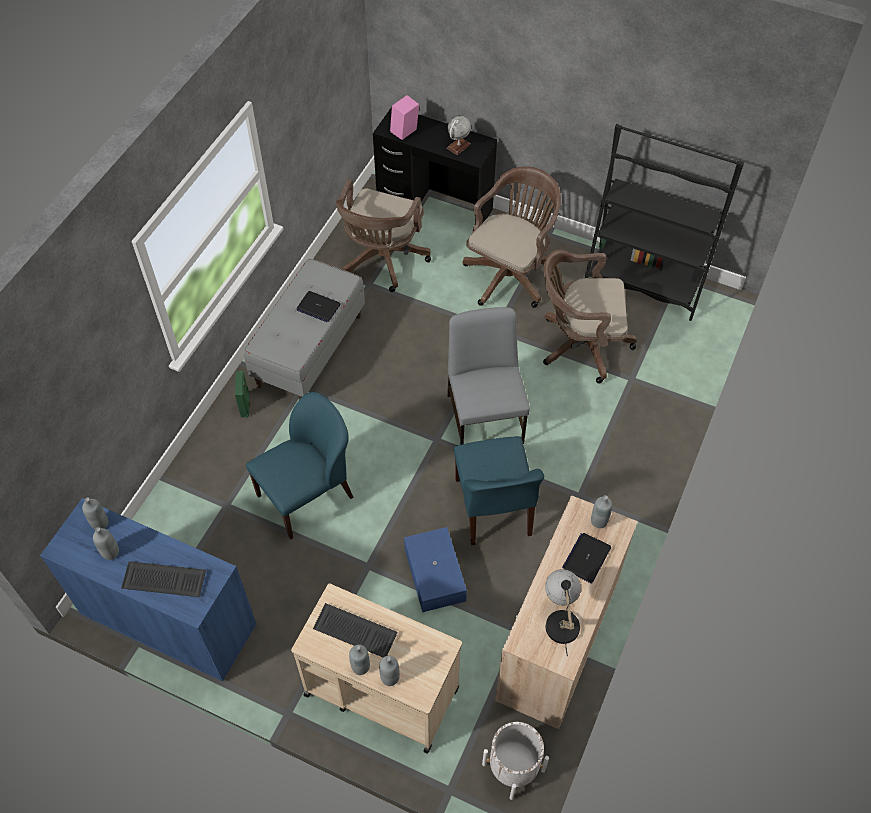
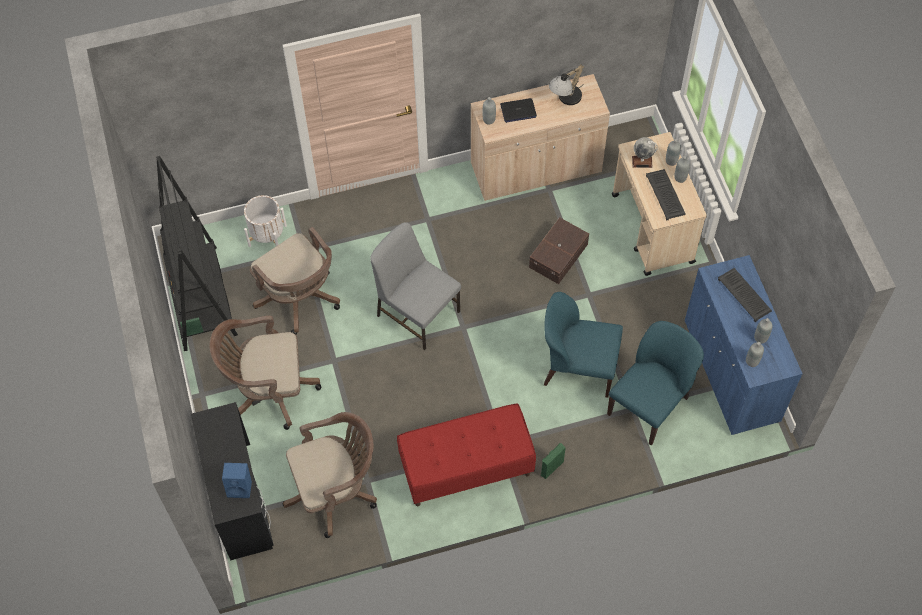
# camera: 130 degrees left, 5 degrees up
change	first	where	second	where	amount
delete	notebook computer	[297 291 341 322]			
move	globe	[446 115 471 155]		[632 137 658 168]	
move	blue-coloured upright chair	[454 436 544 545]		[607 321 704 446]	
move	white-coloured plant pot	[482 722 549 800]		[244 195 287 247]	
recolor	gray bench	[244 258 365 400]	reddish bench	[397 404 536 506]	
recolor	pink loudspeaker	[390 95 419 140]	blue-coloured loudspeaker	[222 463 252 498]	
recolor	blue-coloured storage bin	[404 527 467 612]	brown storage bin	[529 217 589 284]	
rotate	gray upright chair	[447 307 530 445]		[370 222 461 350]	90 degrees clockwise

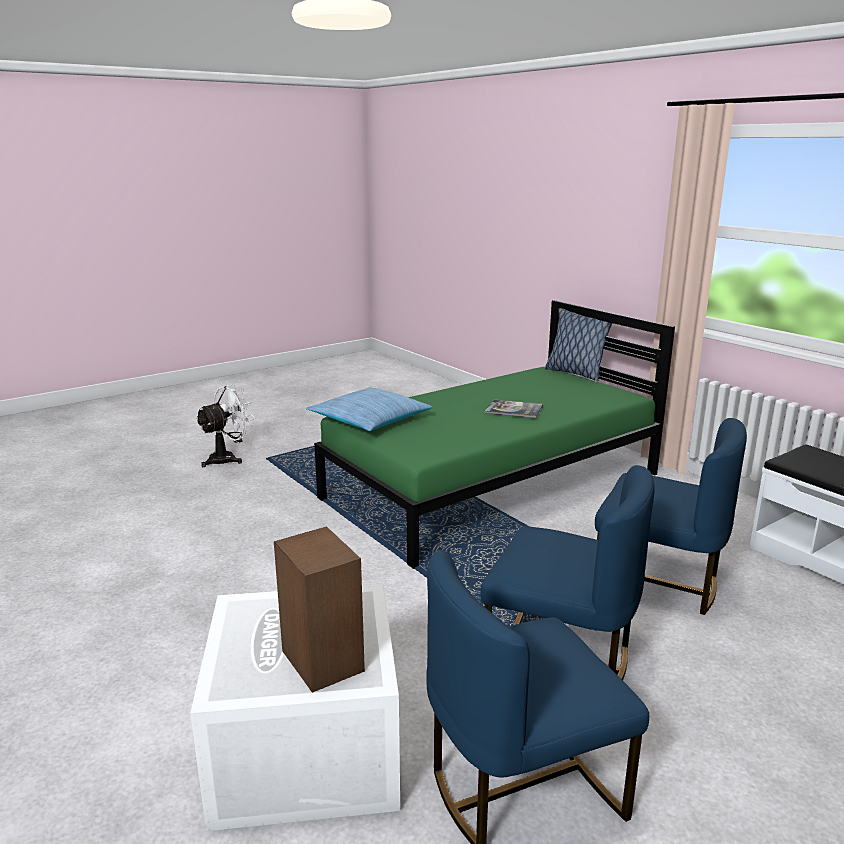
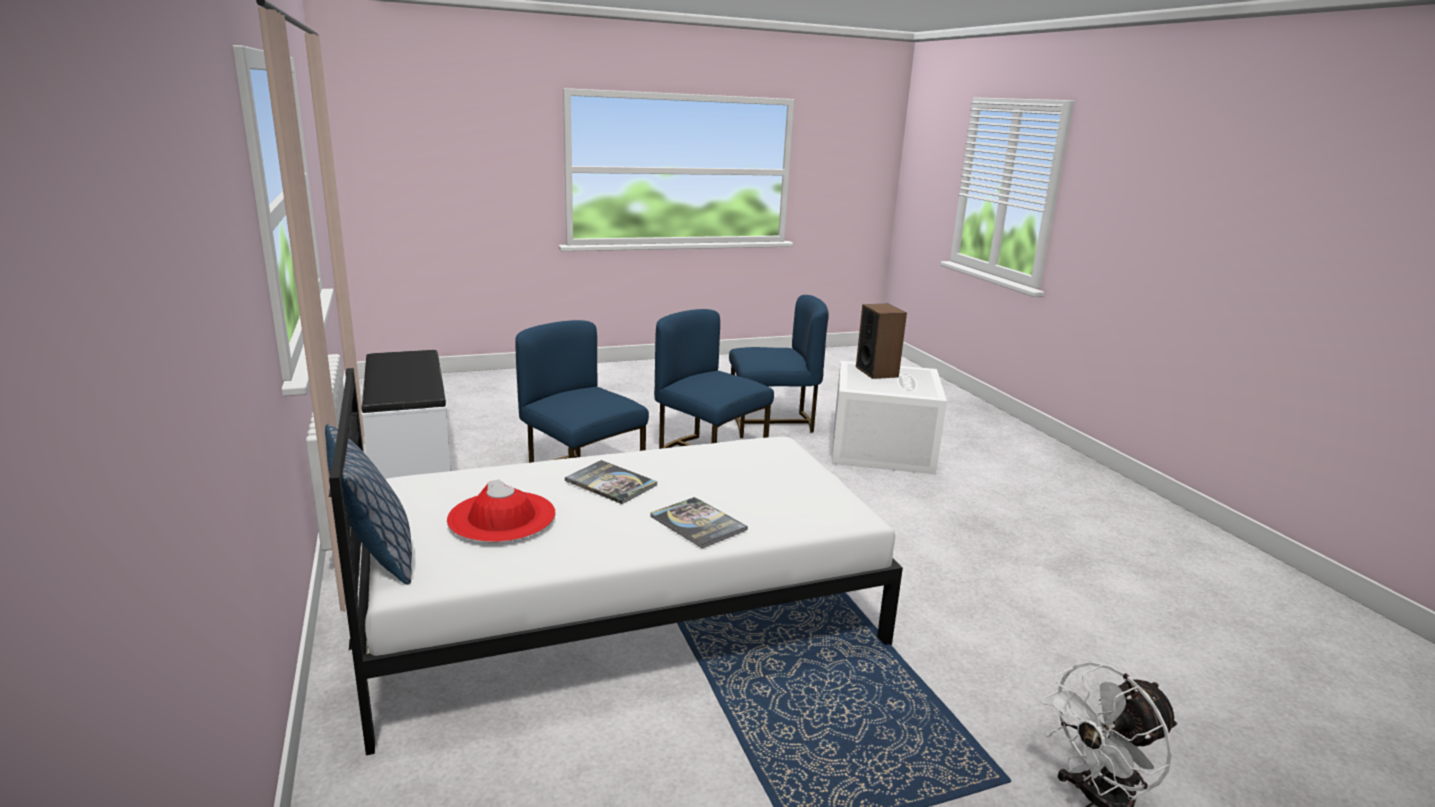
# camera: 165 degrees left, 0 degrees up
change	first	where	second	where	amount
delete	throw pillow	[306 387 432 431]			
insert			reddish wearable hat	[447 480 556 542]	
insert			bound book	[650 497 748 548]	
recolor	green-coloured bed	[314 300 675 569]	white-coloured bed	[329 368 903 755]	

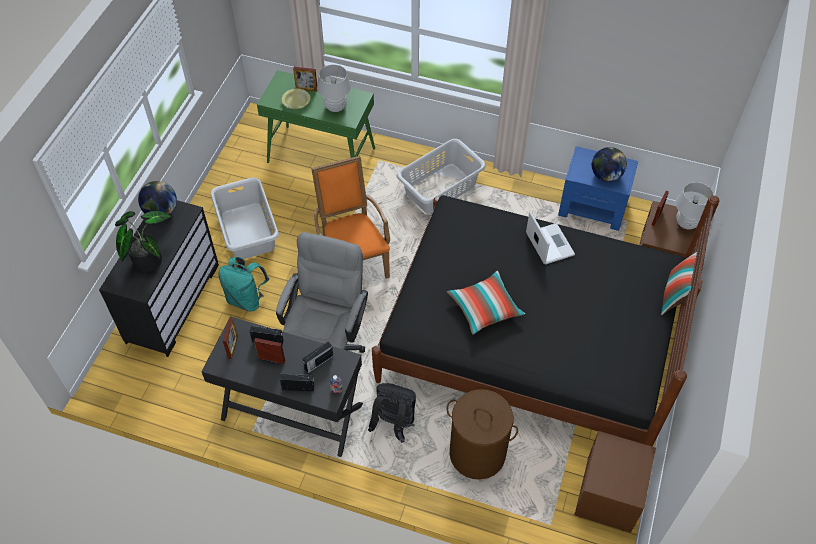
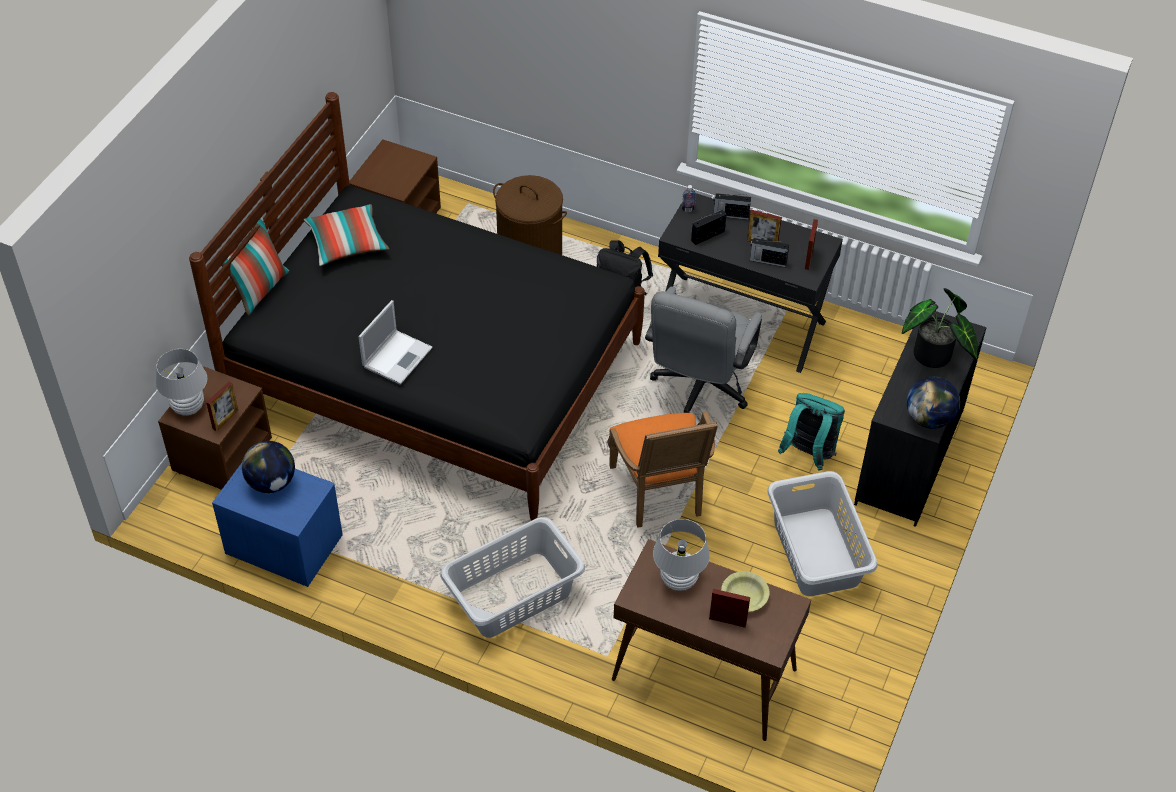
# camera: 175 degrees left, 5 degrees down
change	first	where	second	where	amount
move	throw pillow	[447 271 525 335]		[304 204 389 266]	
recolor	green-coloured narrow table	[257 70 375 163]	brown narrow table	[612 539 811 741]	
rotate	notebook computer	[526 212 575 265]		[358 300 433 385]	135 degrees counterclockwise

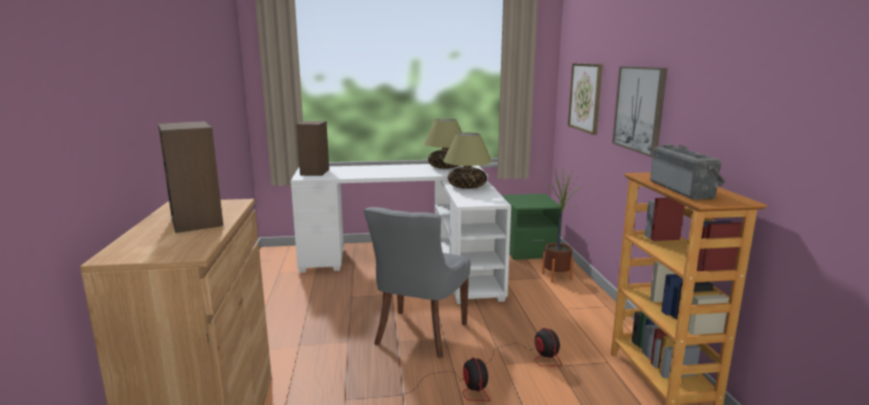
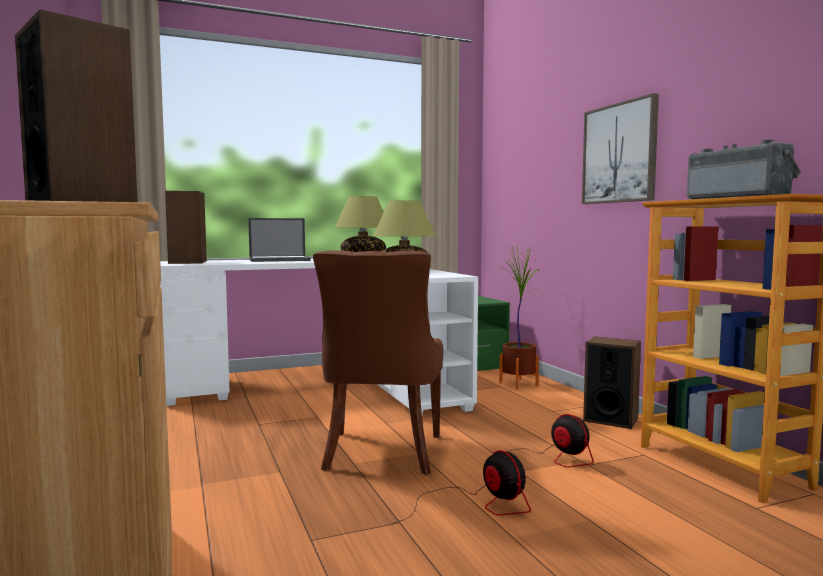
# camera: 15 degrees left, 10 degrees down
change	first	where	second	where	amount
delete	picture	[568 63 603 135]			
insert			notebook computer	[248 218 311 262]	
insert			loudspeaker	[583 337 641 429]	
recolor	gray upright chair	[364 207 470 358]	brown upright chair	[313 250 443 475]	

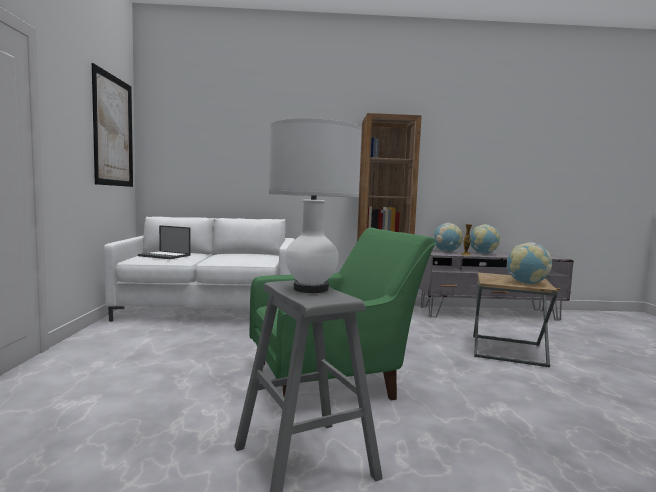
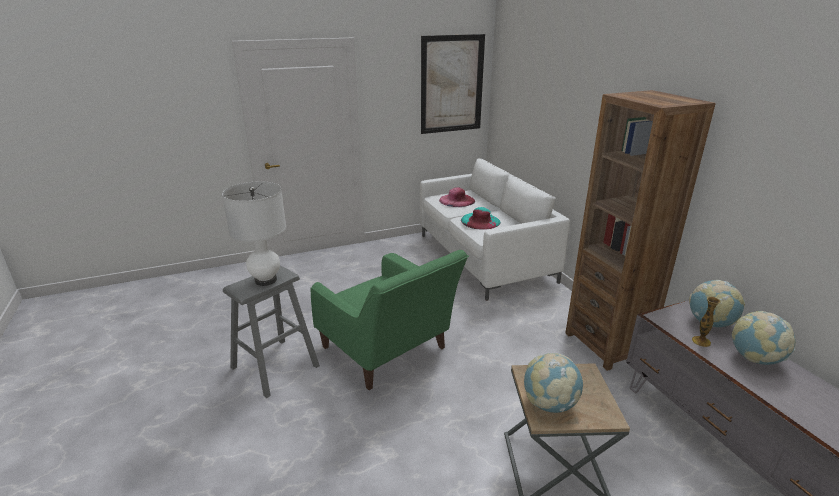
# camera: 70 degrees right, 20 degrees up
change	first	where	second	where	amount
insert			turquoise wearable hat	[461 207 501 230]	
replace	notebook computer	[138 225 191 259]	pink wearable hat	[439 187 475 207]	

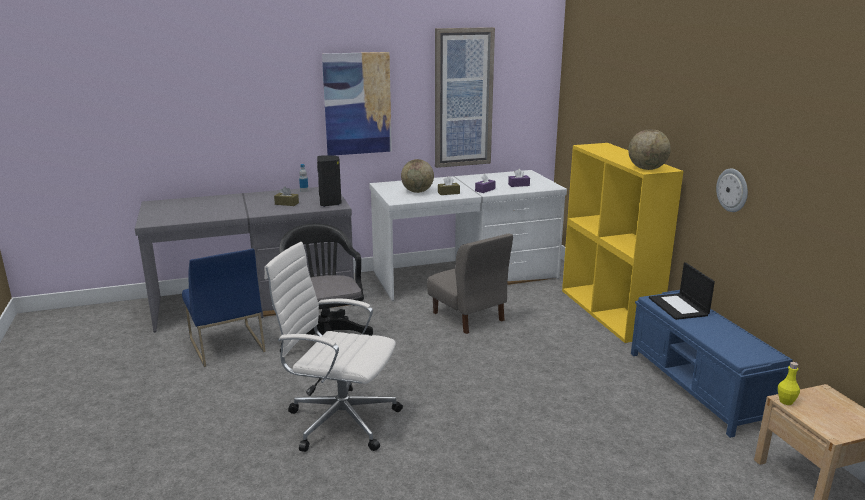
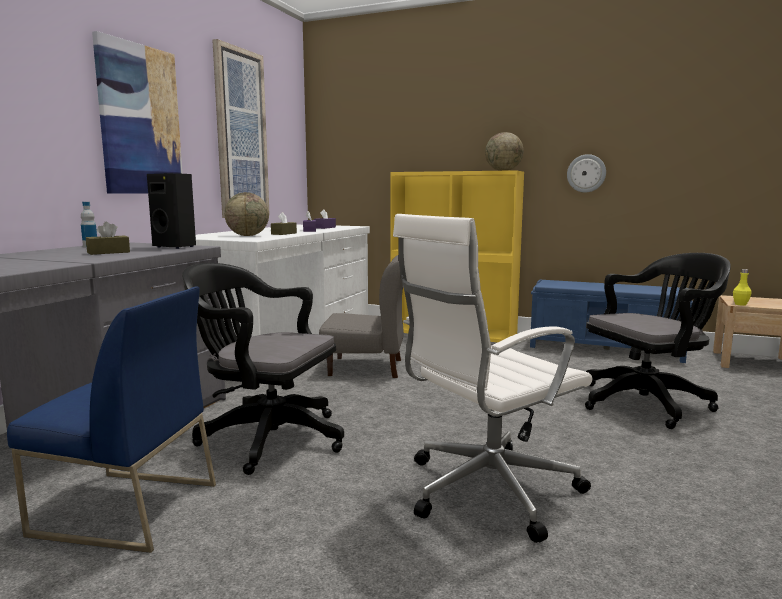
# camera: 50 degrees left, 10 degrees down
change	first	where	second	where	amount
delete	notebook computer	[649 262 715 320]			
insert			black-coloured office chair	[585 253 731 429]	

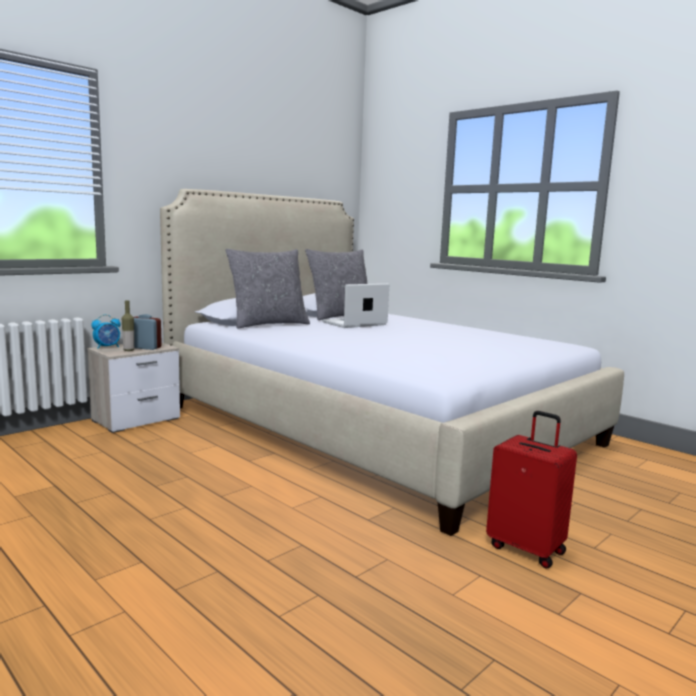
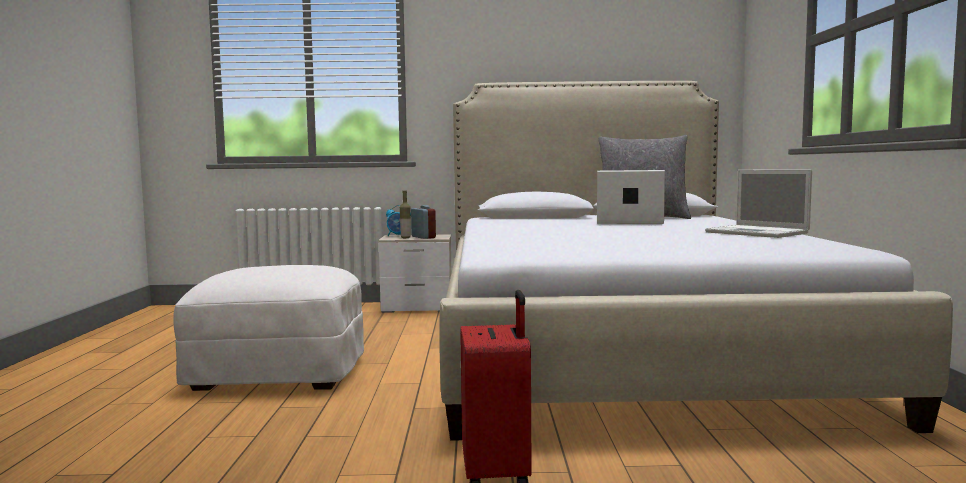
# camera: 45 degrees right, 5 degrees down
change	first	where	second	where	amount
delete	gray throw pillow	[225 249 310 329]			
insert			white-coloured pouffe	[173 265 364 391]	
insert			notebook computer	[705 169 812 238]	

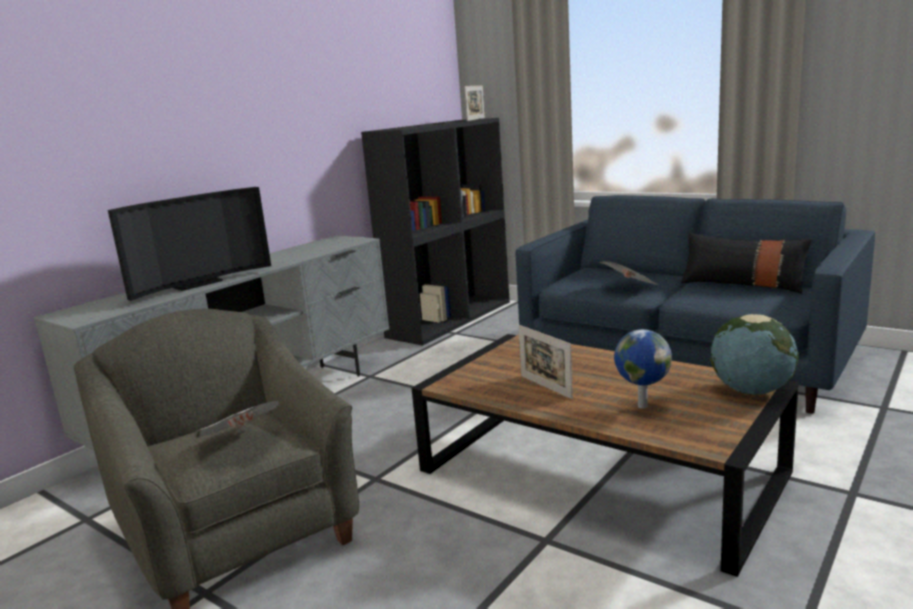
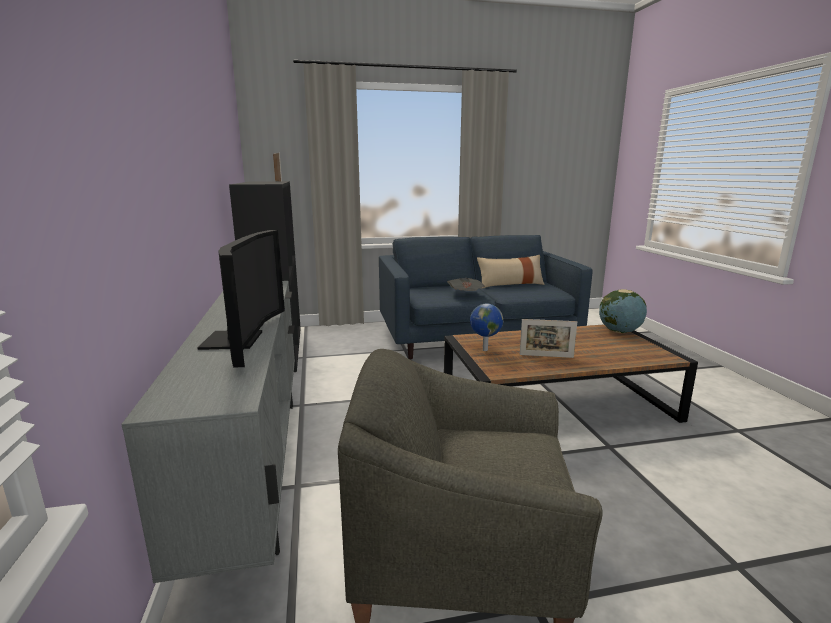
# camera: 50 degrees left, 0 degrees up
change	first	where	second	where	amount
delete	daily paper	[194 401 280 438]			
move	globe	[614 329 672 409]		[470 304 503 351]	
recolor	black-coloured throw pillow	[681 233 812 293]	beige throw pillow	[477 255 545 288]	

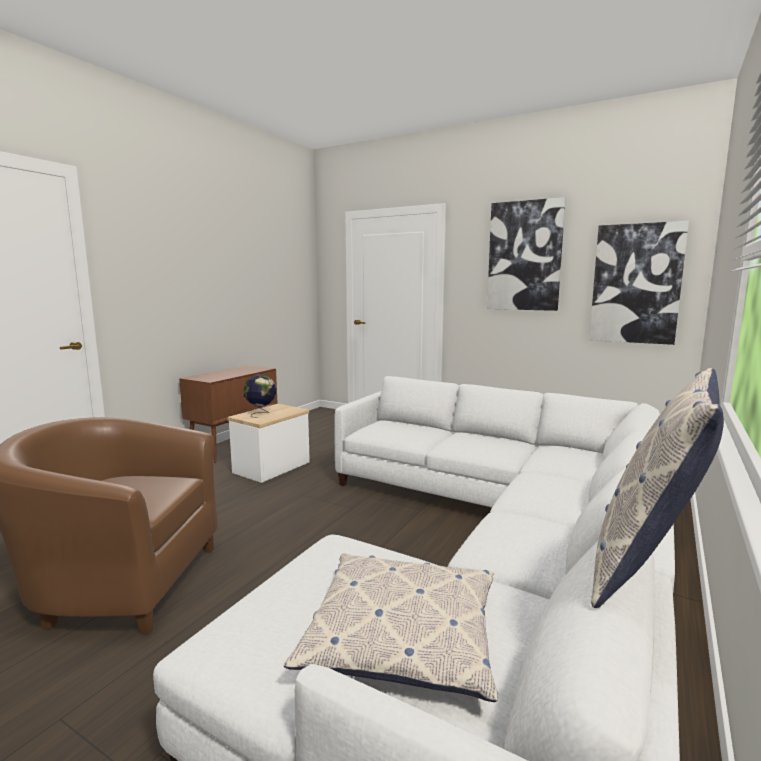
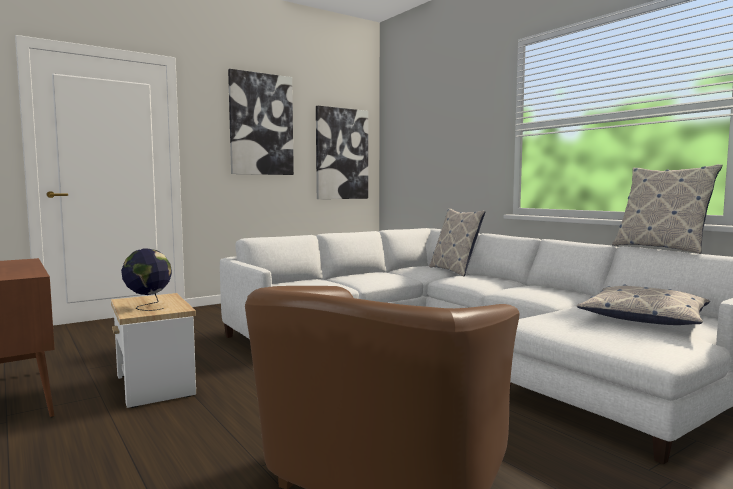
# camera: 65 degrees left, 5 degrees down
change	first	where	second	where	amount
insert			throw pillow	[429 208 485 276]	

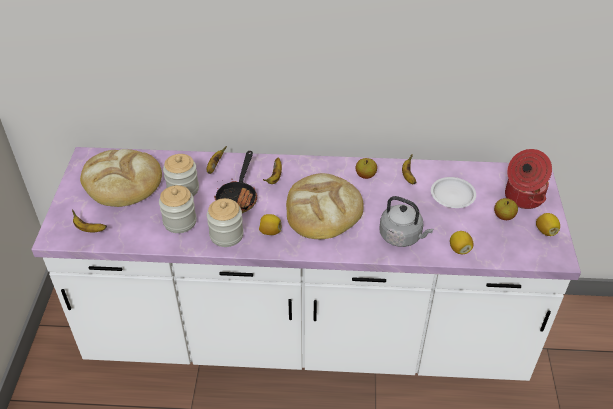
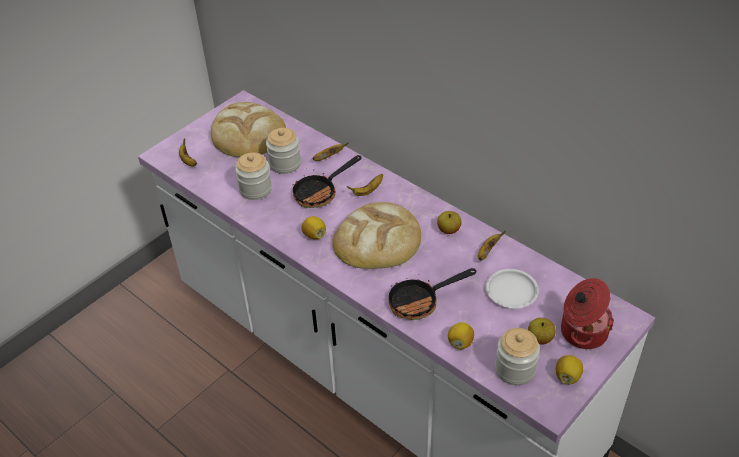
# camera: 40 degrees right, 0 degrees up
change	first	where	second	where	amount
move	storage jar	[207 198 244 247]		[495 328 540 386]	
replace	gray kettle	[380 196 433 247]	pan	[388 268 476 320]	

